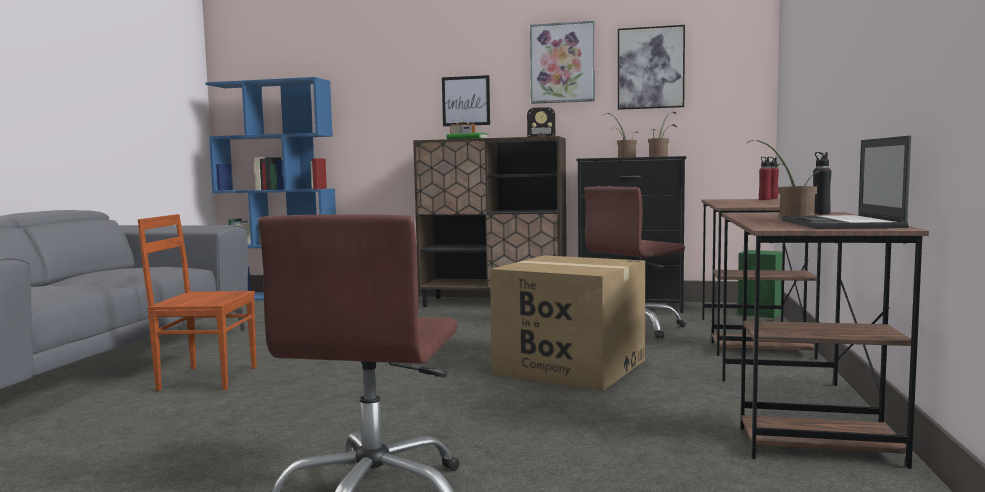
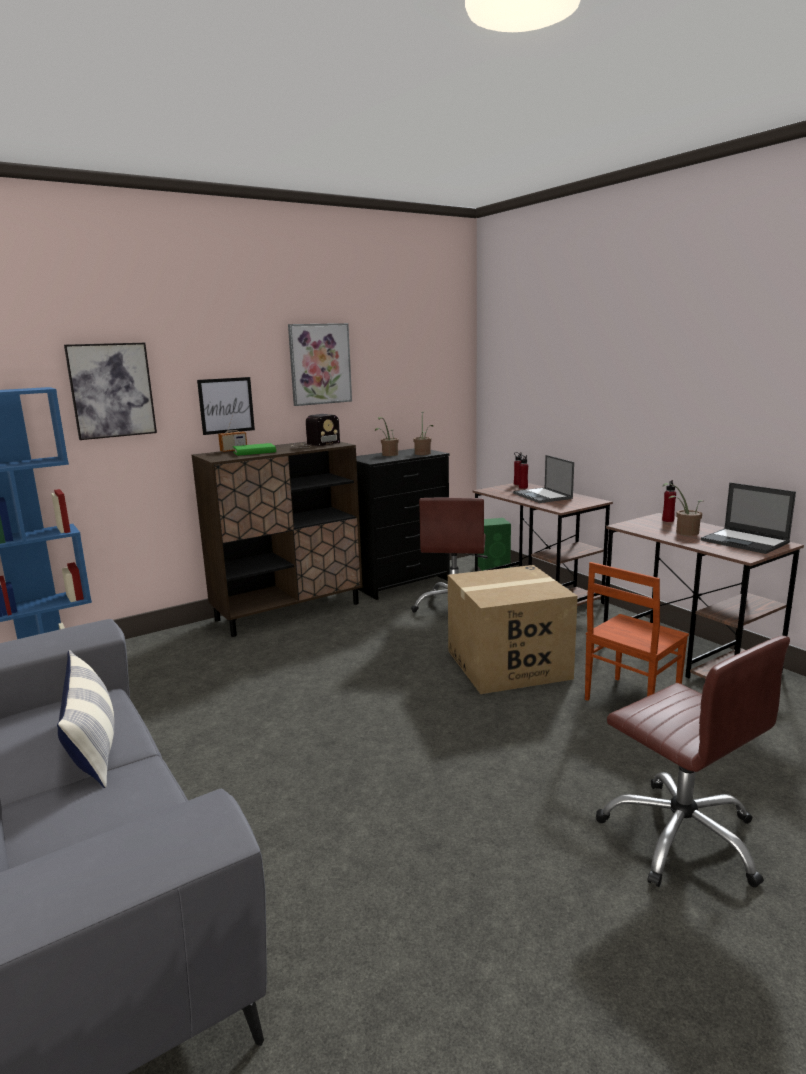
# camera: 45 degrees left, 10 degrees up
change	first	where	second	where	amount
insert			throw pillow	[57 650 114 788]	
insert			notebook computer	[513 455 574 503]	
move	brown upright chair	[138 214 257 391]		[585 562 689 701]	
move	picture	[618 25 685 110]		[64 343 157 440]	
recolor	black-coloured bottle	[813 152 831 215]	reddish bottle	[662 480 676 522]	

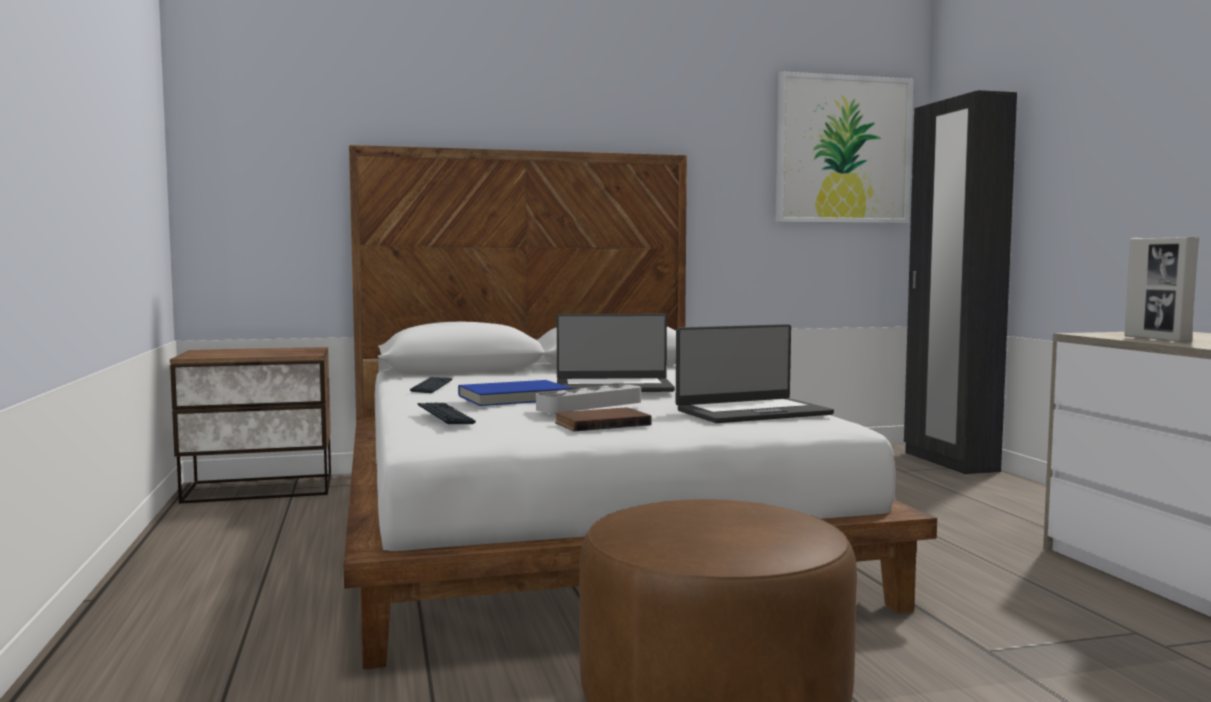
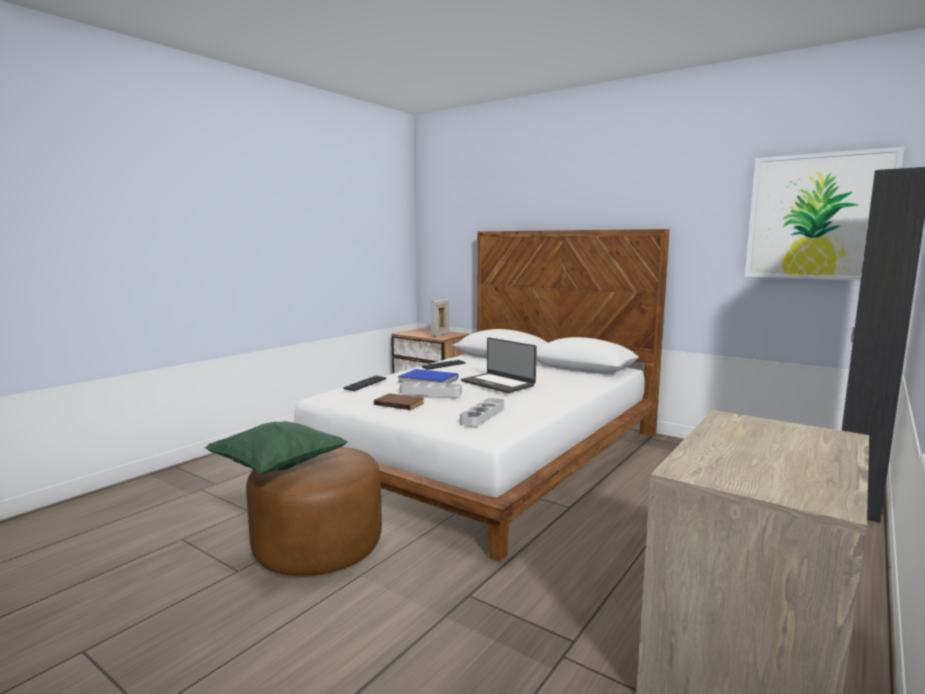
# camera: 50 degrees right, 5 degrees up
change	first	where	second	where	amount
insert			green-coloured throw pillow	[205 421 348 474]	
move	standing frame	[1125 237 1199 342]		[431 299 449 337]	
replace	notebook computer	[676 324 834 423]	gray tray	[460 398 504 427]	

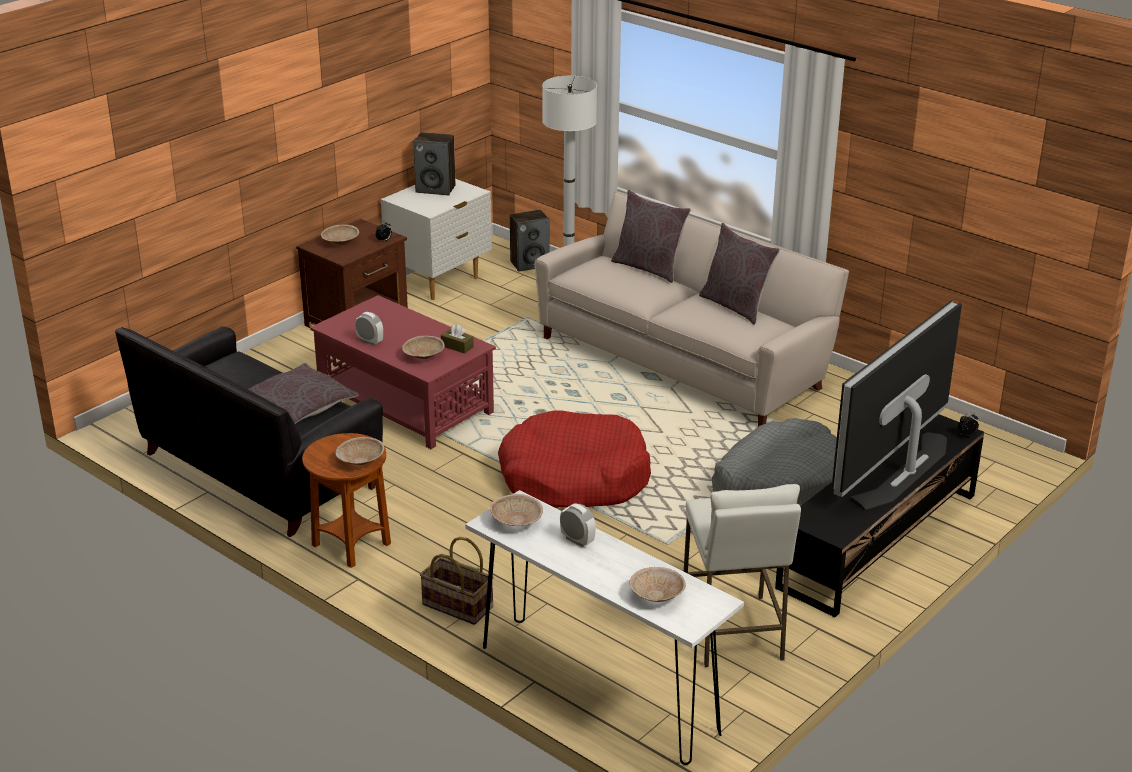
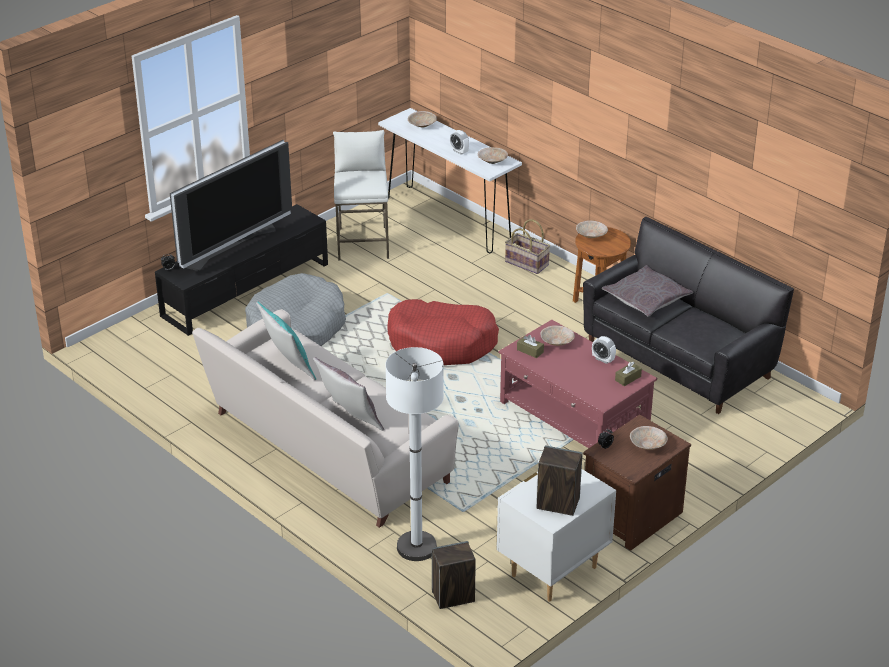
# camera: 175 degrees left, 5 degrees up
change	first	where	second	where	amount
insert			brown box of tissues	[615 361 642 386]	
recolor	gray throw pillow	[699 223 780 324]	turquoise throw pillow	[256 302 316 380]	

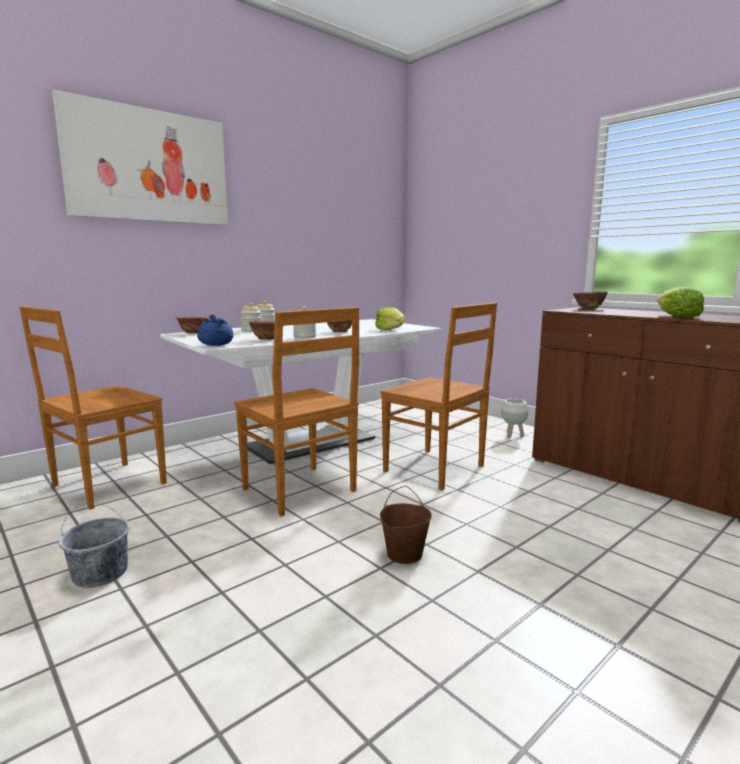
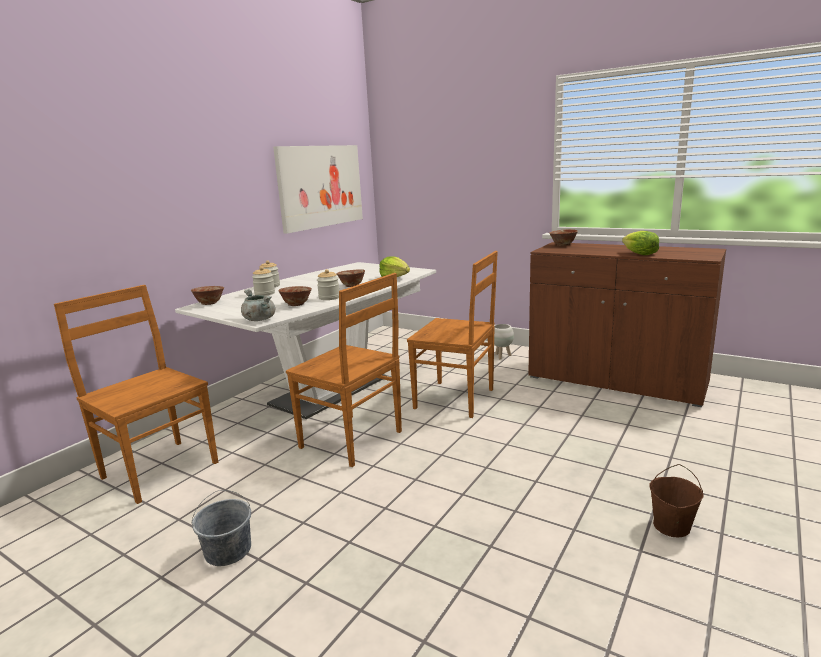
# camera: 15 degrees left, 5 degrees up
change	first	where	second	where	amount
move	picture	[52 90 228 225]		[273 145 363 234]	
move	brown pail	[380 486 432 564]		[649 464 704 537]	
recolor	blue-coloured stockpot	[197 314 234 346]	gray stockpot	[241 289 275 321]	
rotate	brown upright chair	[19 306 167 510]		[54 285 218 504]	105 degrees clockwise

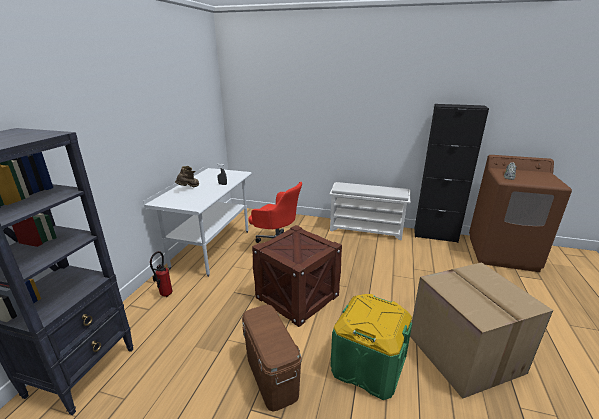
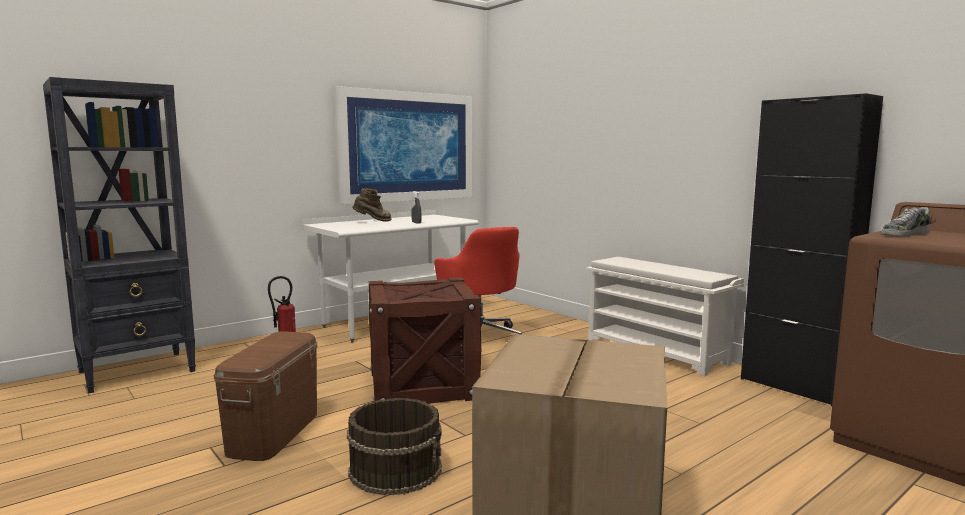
# camera: 35 degrees right, 15 degrees down
change	first	where	second	where	amount
insert			picture	[335 86 473 204]	
replace	green-coloured storage bin	[330 294 412 400]	brown pail	[347 398 442 496]	

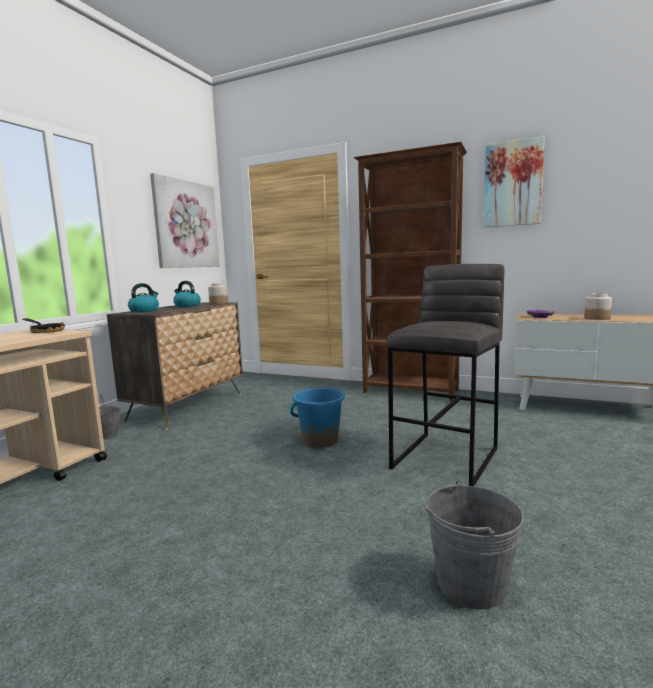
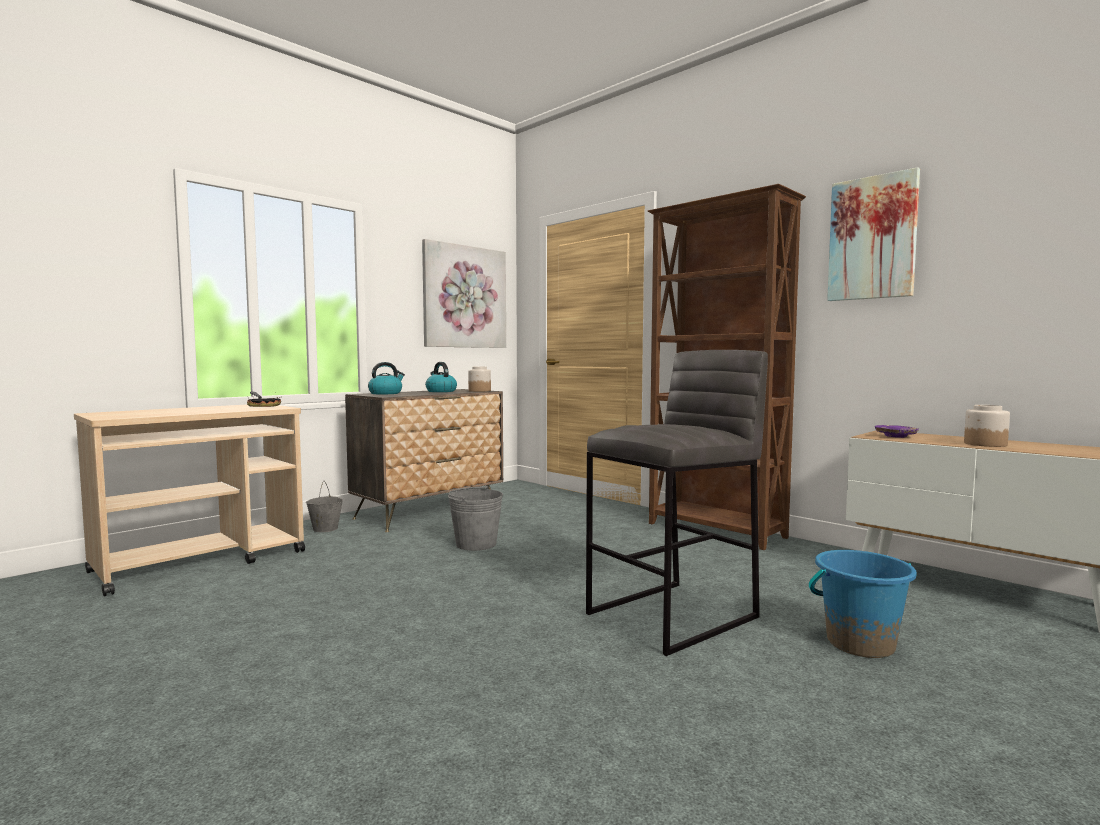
# camera: 20 degrees right, 5 degrees down
change	first	where	second	where	amount
move	blue-coloured pail	[290 388 345 448]		[809 550 917 658]	
move	gray pail	[426 481 524 609]		[448 486 503 551]	

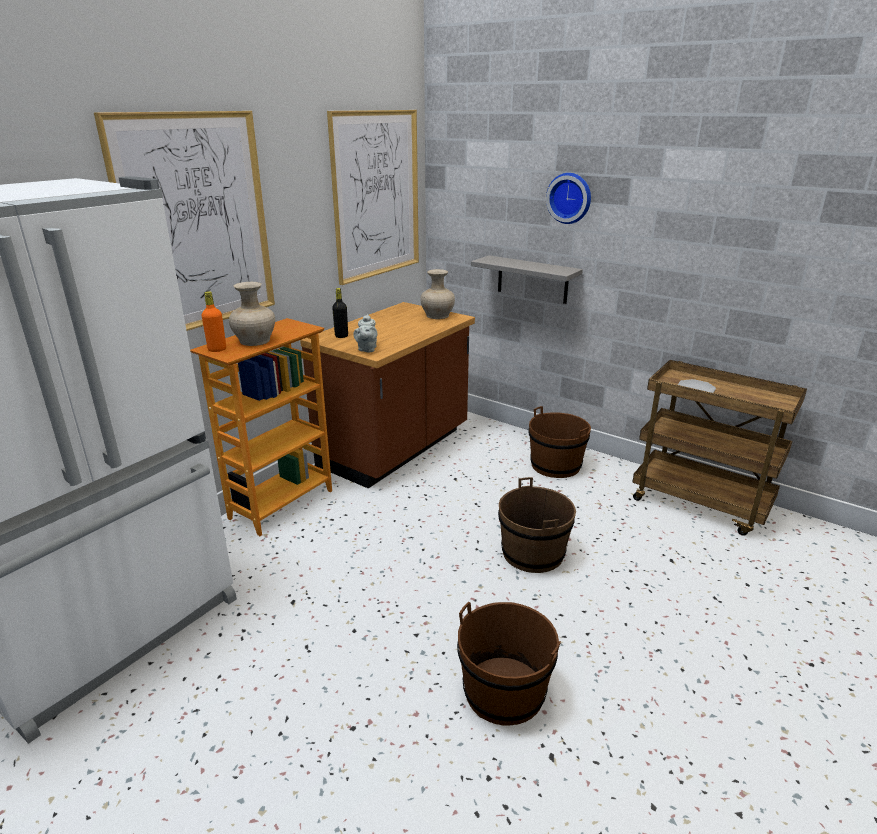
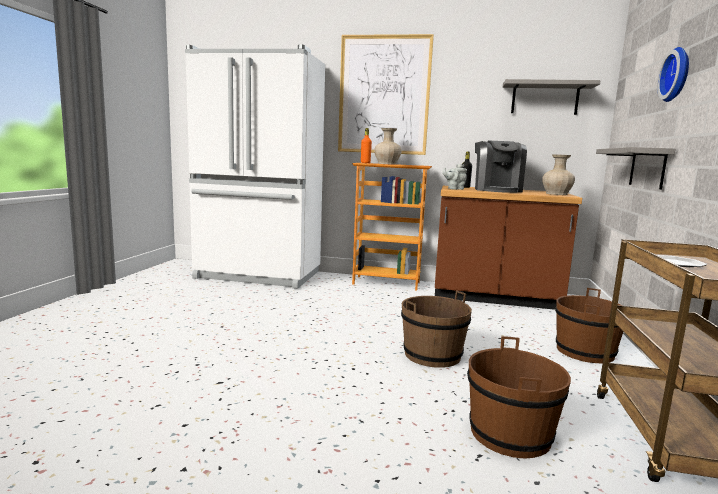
# camera: 65 degrees right, 15 degrees down
change	first	where	second	where	amount
insert			coffee brewer	[475 141 527 193]	
move	brown pail	[457 602 561 725]		[467 336 571 458]	
replace	picture	[327 110 419 285]	gray wall shelf	[503 79 601 115]	

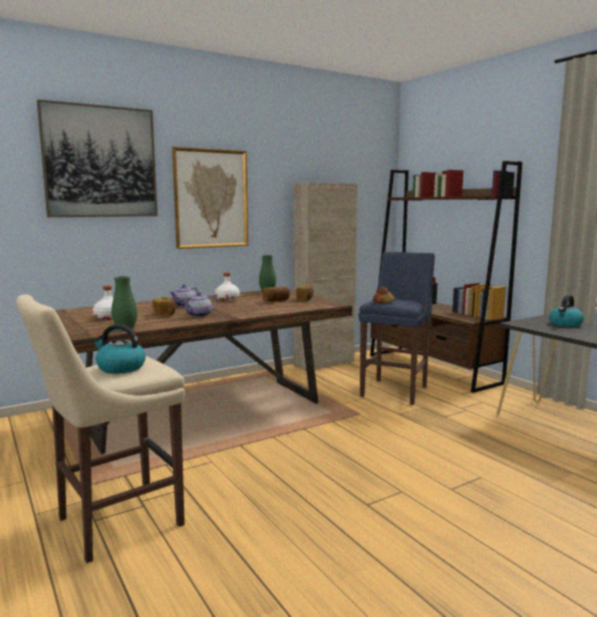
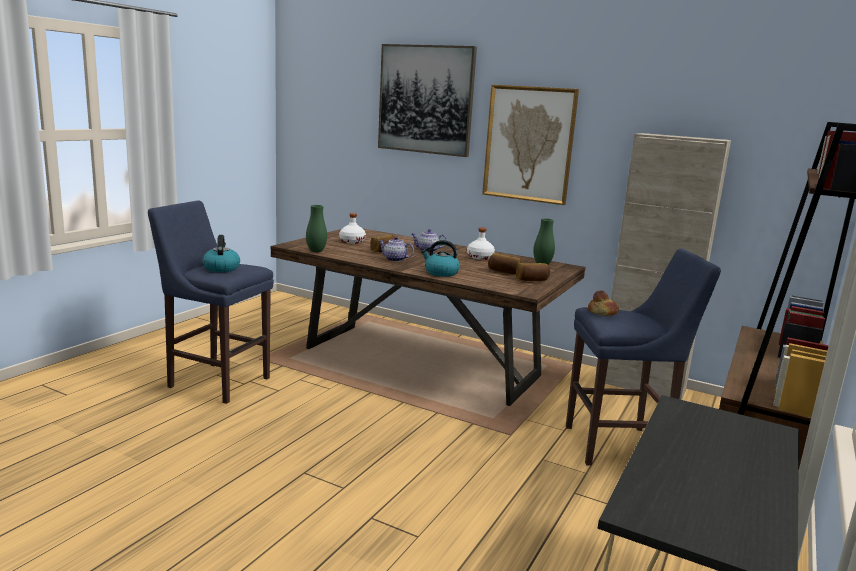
# camera: 60 degrees right, 5 degrees up
change	first	where	second	where	amount
move	kettle	[549 295 584 327]		[421 240 460 277]	
recolor	beige stool seat	[16 294 185 563]	blue-coloured stool seat	[148 200 274 404]	

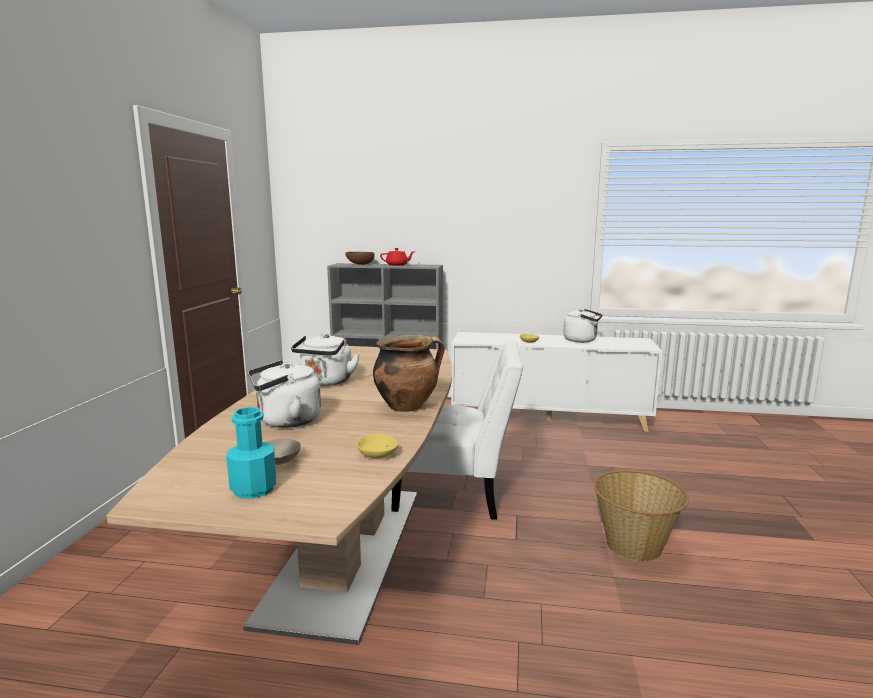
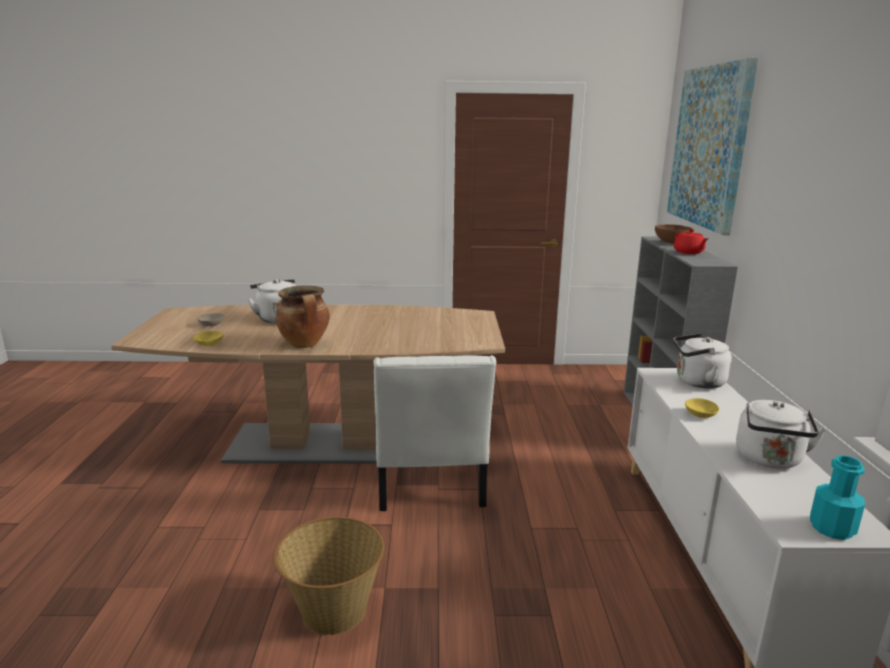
# camera: 80 degrees right, 5 degrees up
change	first	where	second	where	amount
insert			picture	[667 57 759 235]	
move	turquoise bottle	[226 407 276 499]		[810 455 865 540]	
move	white-coloured kettle	[291 334 360 386]		[674 333 732 389]	

